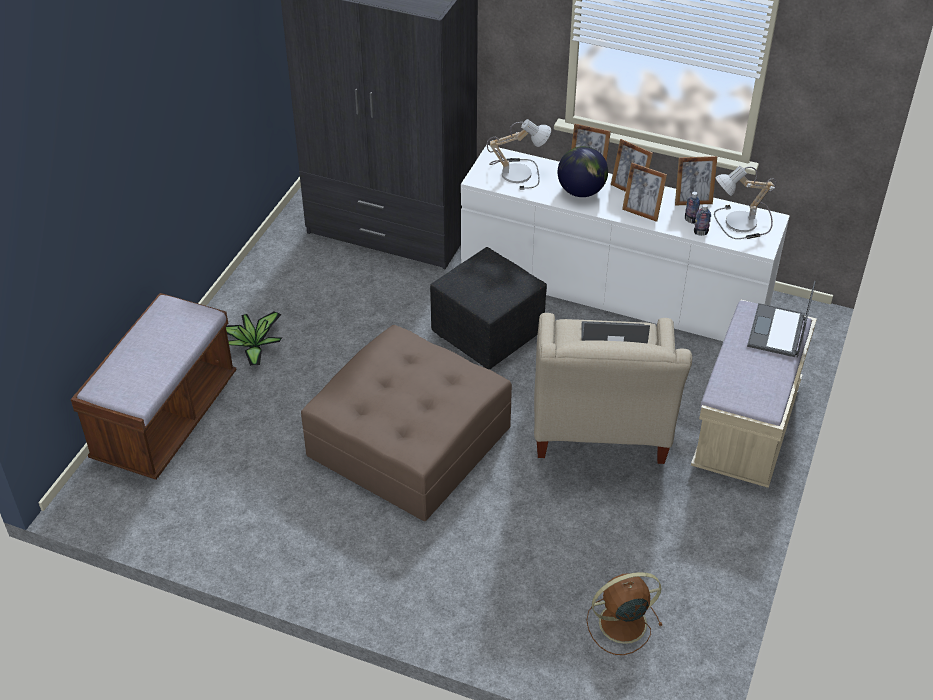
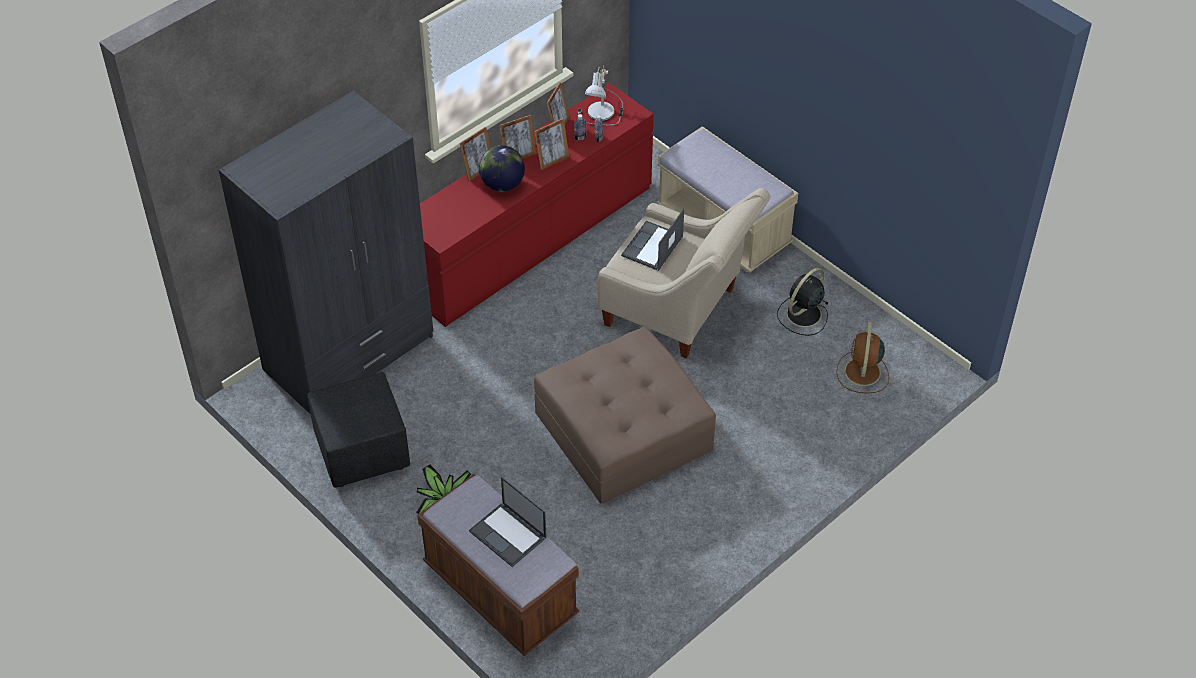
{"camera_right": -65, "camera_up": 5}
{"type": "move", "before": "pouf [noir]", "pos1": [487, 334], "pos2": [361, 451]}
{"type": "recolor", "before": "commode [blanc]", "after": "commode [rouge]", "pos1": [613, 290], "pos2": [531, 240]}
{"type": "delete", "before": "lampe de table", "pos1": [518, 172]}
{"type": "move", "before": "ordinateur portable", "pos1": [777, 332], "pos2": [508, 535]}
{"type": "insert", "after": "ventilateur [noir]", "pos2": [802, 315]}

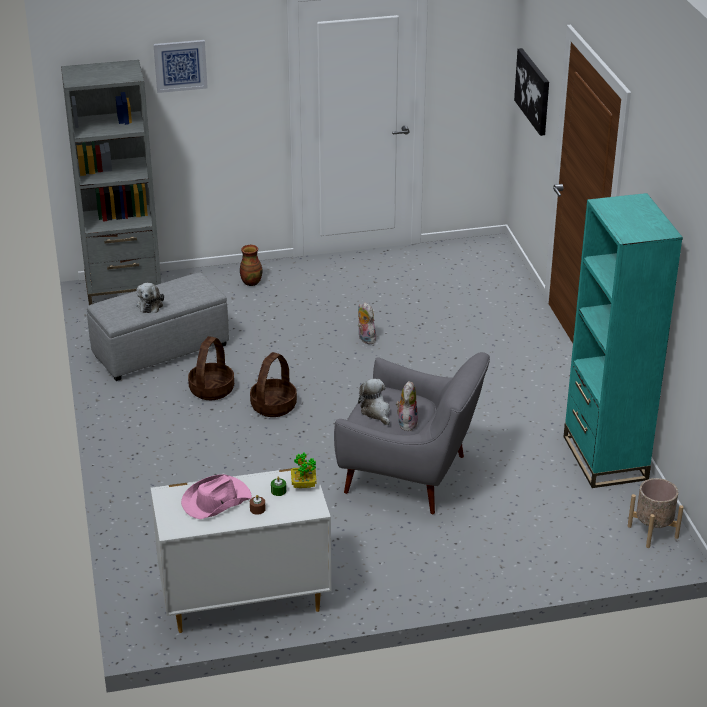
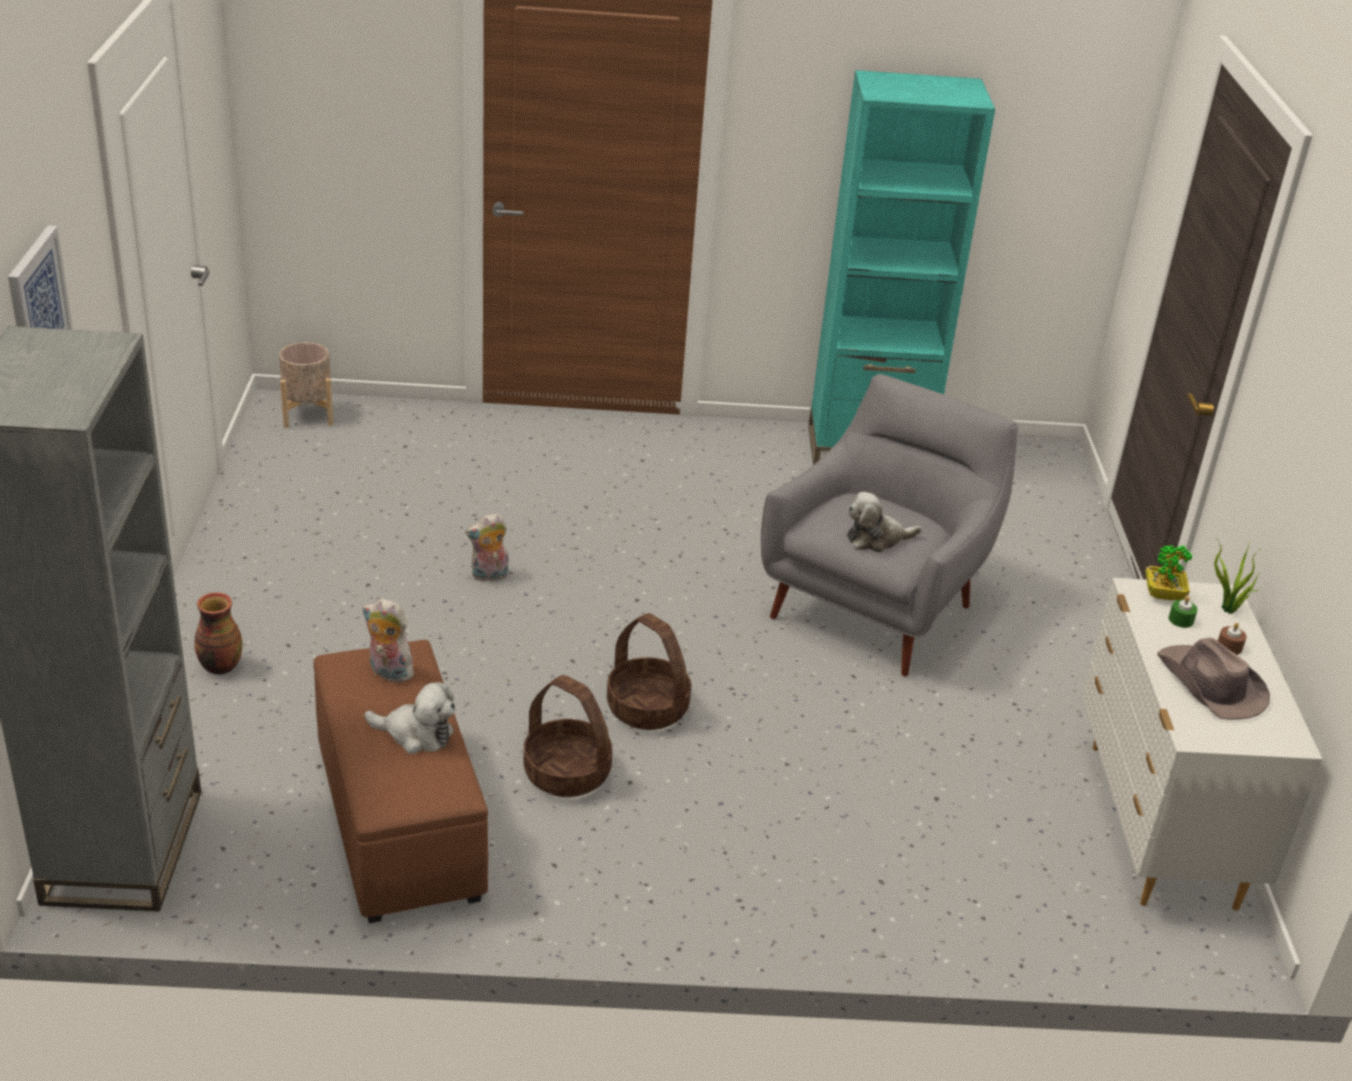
{"camera_right": -80, "camera_up": 0}
{"type": "recolor", "before": "pouf [gris]", "after": "pouf [marron]", "pos1": [161, 350], "pos2": [398, 820]}
{"type": "recolor", "before": "chapeau [rose]", "after": "chapeau [marron]", "pos1": [215, 500], "pos2": [1210, 685]}
{"type": "move", "before": "peluche", "pos1": [406, 423], "pos2": [388, 672]}
{"type": "delete", "before": "tableau", "pos1": [533, 91]}
{"type": "move", "before": "cache-pot [beige]", "pos1": [652, 532], "pos2": [308, 415]}
{"type": "insert", "after": "plante en pot", "pos2": [1228, 610]}

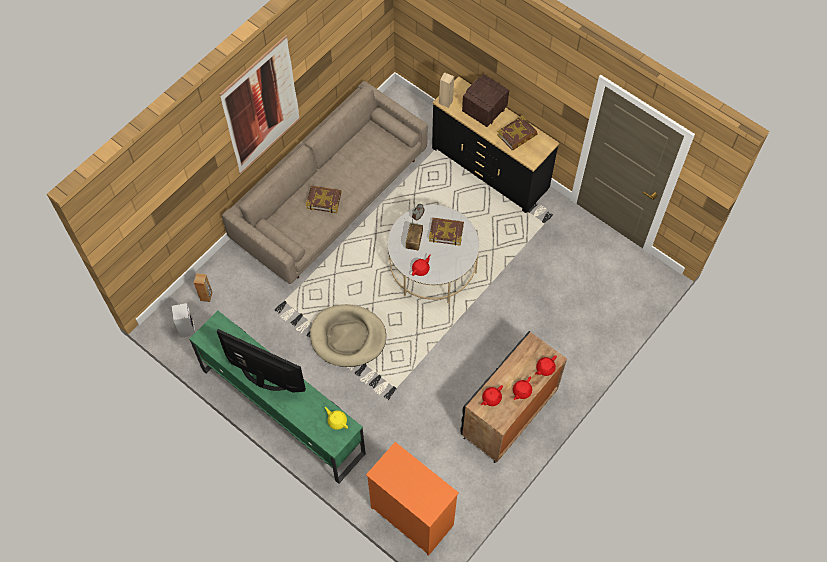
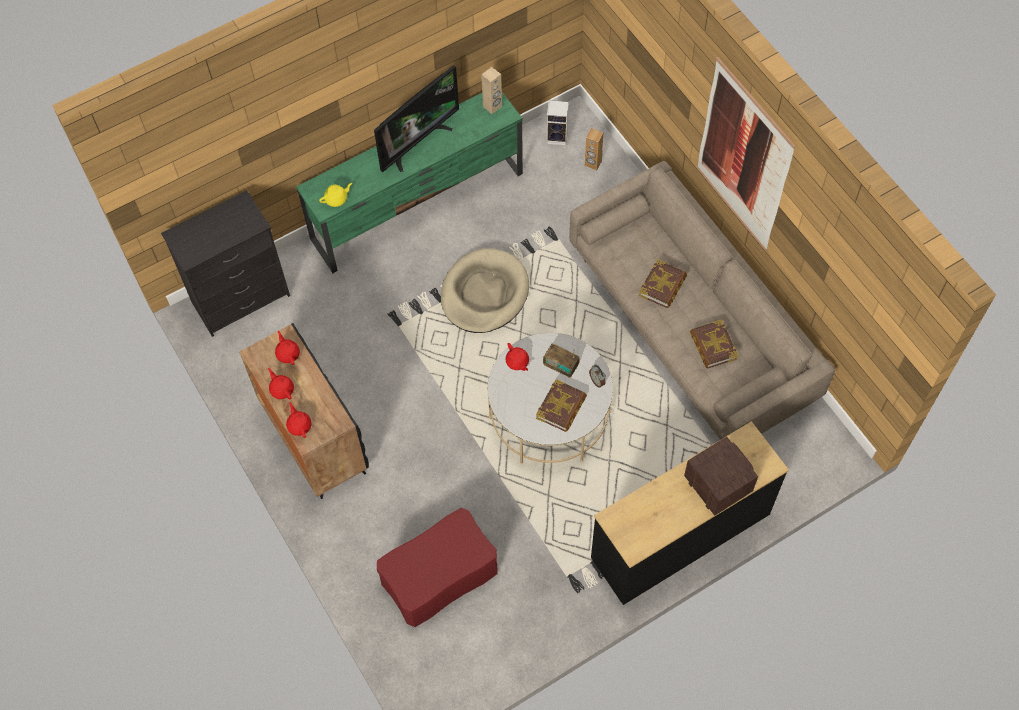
{"camera_right": 110, "camera_up": 0}
{"type": "recolor", "before": "commode [orange]", "after": "commode [noir]", "pos1": [412, 515], "pos2": [242, 299]}
{"type": "move", "before": "enceinte [beige]", "pos1": [446, 102], "pos2": [492, 106]}
{"type": "move", "before": "livre", "pos1": [517, 135], "pos2": [713, 346]}
{"type": "insert", "after": "pouf [rouge]", "pos2": [439, 575]}

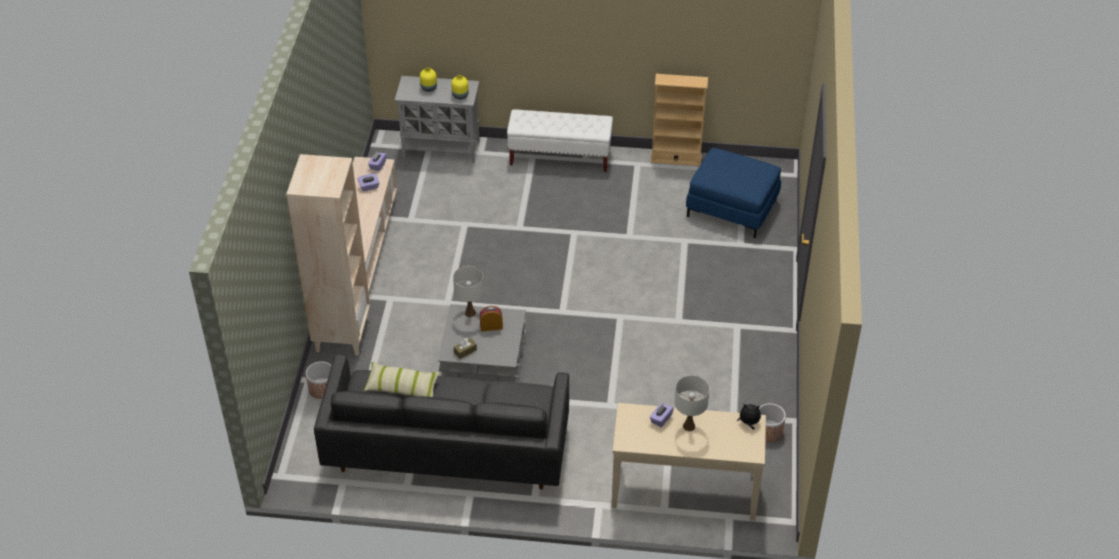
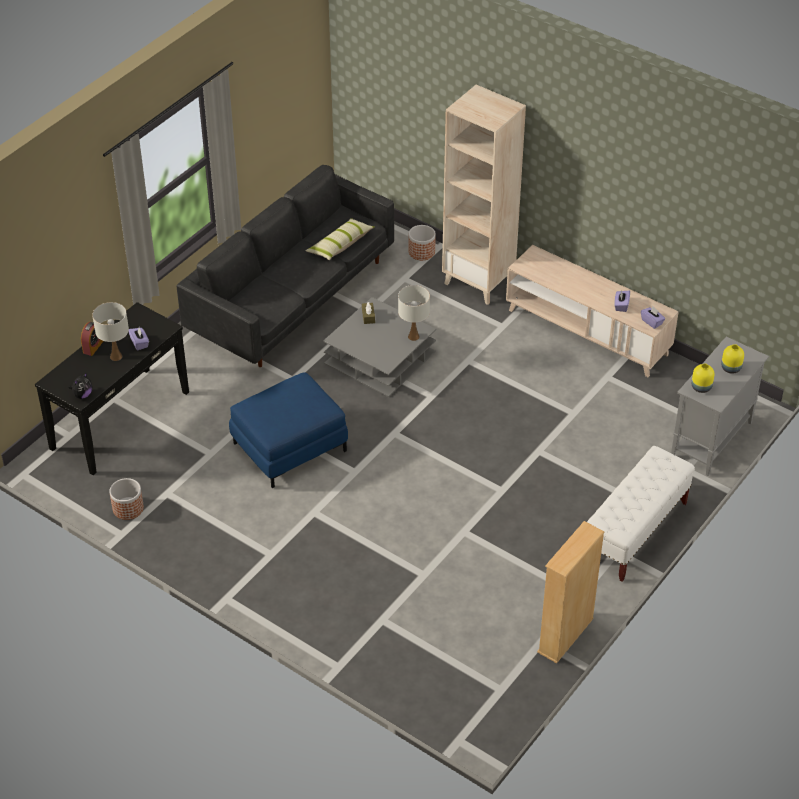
{"camera_right": 120, "camera_up": 0}
{"type": "move", "before": "réveil", "pos1": [491, 327], "pos2": [93, 347]}
{"type": "recolor", "before": "table console [beige]", "after": "table console [noir]", "pos1": [684, 491], "pos2": [119, 420]}
{"type": "move", "before": "pouf [bleu]", "pos1": [731, 208], "pos2": [289, 447]}

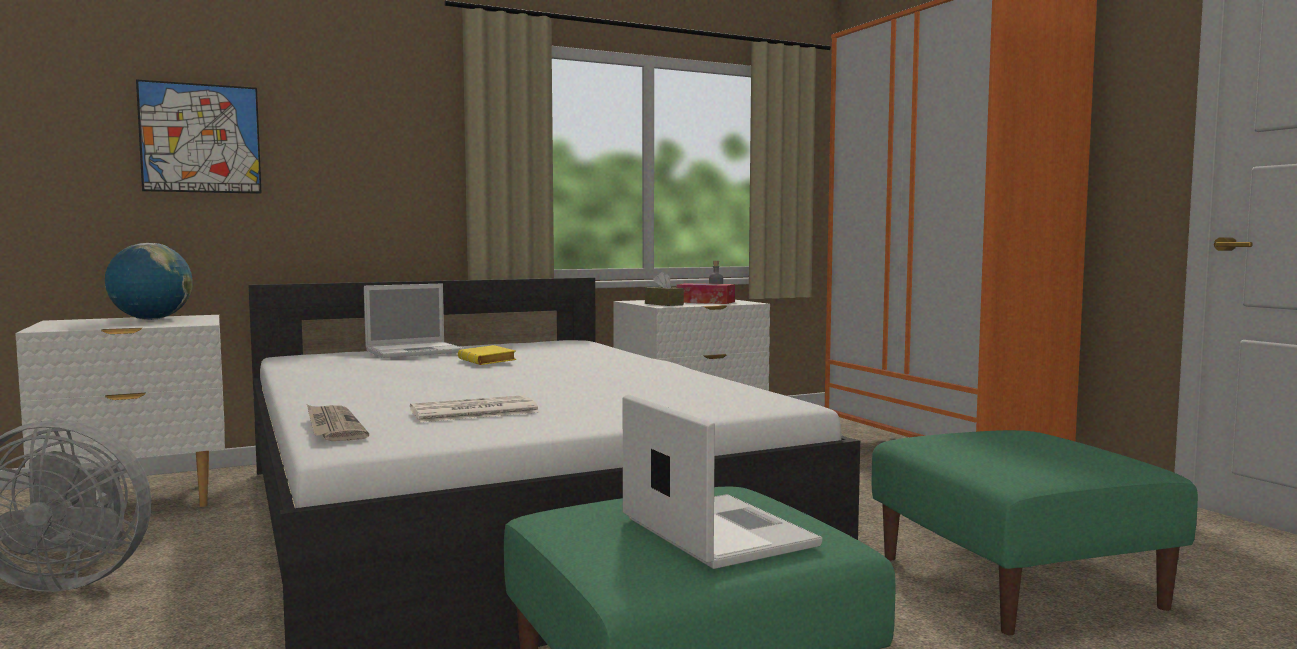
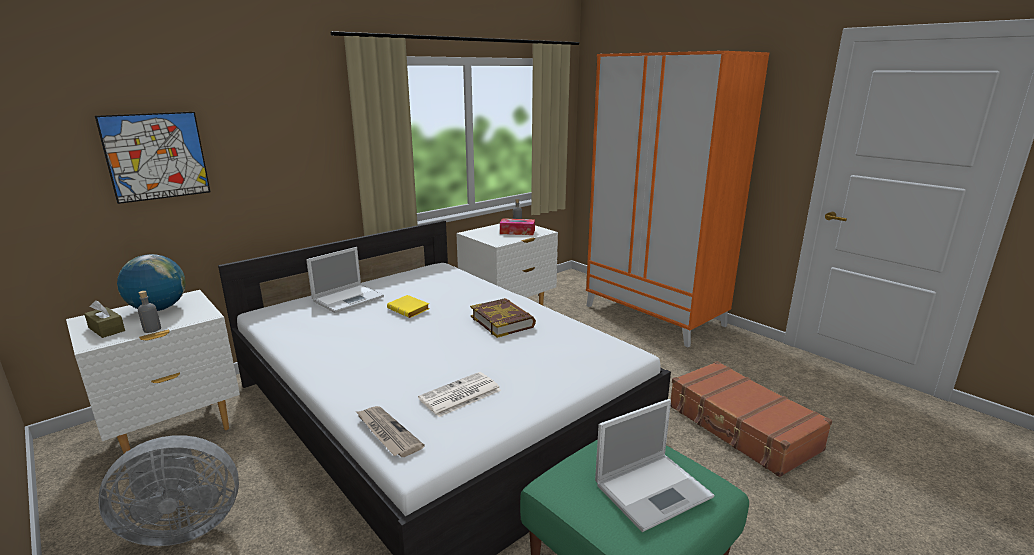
{"camera_right": -15, "camera_up": 15}
{"type": "rotate", "before": "ordinateur portable", "pos1": [714, 531], "pos2": [654, 489], "turn": 105}
{"type": "move", "before": "boîte à mouchoirs [marron]", "pos1": [664, 304], "pos2": [106, 329]}
{"type": "replace", "before": "pouf [vert]", "after": "valise [marron]", "pos1": [1019, 582], "pos2": [741, 428]}
{"type": "insert", "after": "bouteille [gris]", "pos2": [152, 329]}
{"type": "insert", "after": "livre", "pos2": [502, 322]}

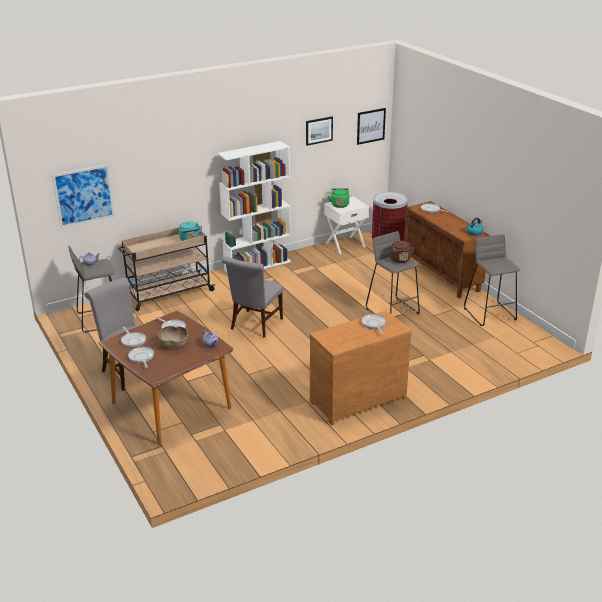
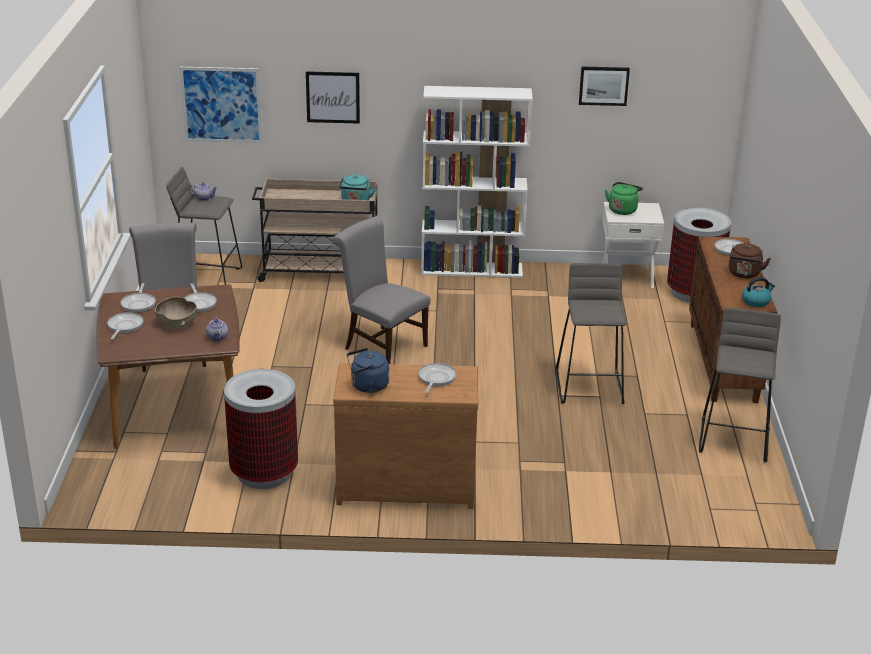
{"camera_right": 30, "camera_up": 0}
{"type": "rotate", "before": "chaise [gris]", "pos1": [255, 325], "pos2": [381, 346], "turn": 75}
{"type": "move", "before": "tableau", "pos1": [371, 126], "pos2": [333, 97]}
{"type": "move", "before": "bouilloire [marron]", "pos1": [401, 260], "pos2": [744, 274]}
{"type": "insert", "after": "poubelle", "pos2": [264, 473]}
{"type": "insert", "after": "bouilloire [bleu]", "pos2": [367, 386]}

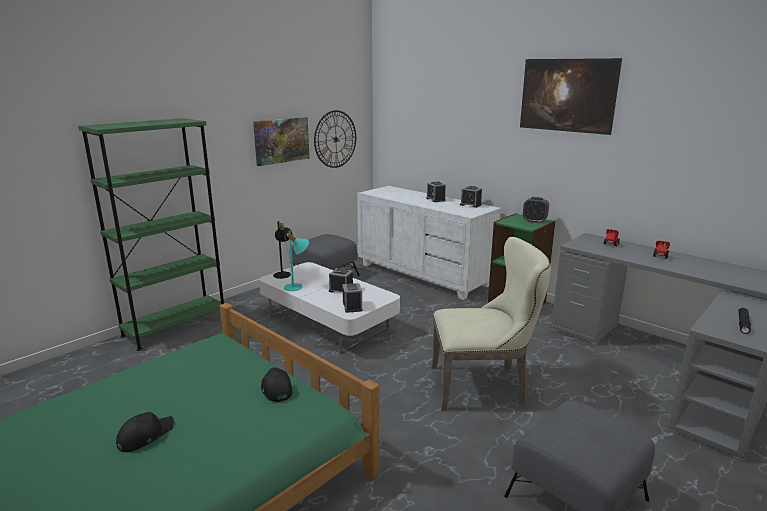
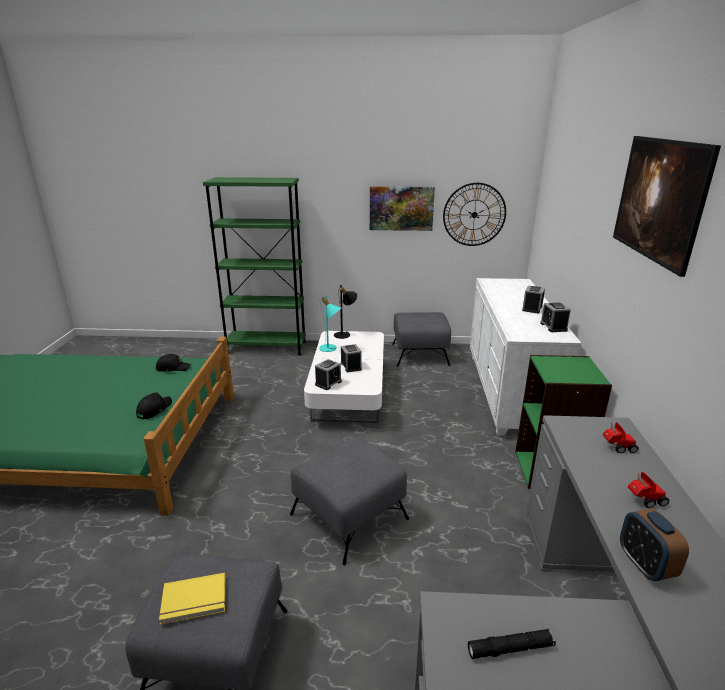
{"camera_right": 50, "camera_up": 5}
{"type": "move", "before": "casquette [noir]", "pos1": [145, 436], "pos2": [173, 368]}
{"type": "replace", "before": "chaise [beige]", "after": "pouf [gris]", "pos1": [483, 385], "pos2": [348, 516]}
{"type": "move", "before": "réveil", "pos1": [534, 221], "pos2": [645, 565]}
{"type": "insert", "after": "livre [jaune]", "pos2": [194, 601]}

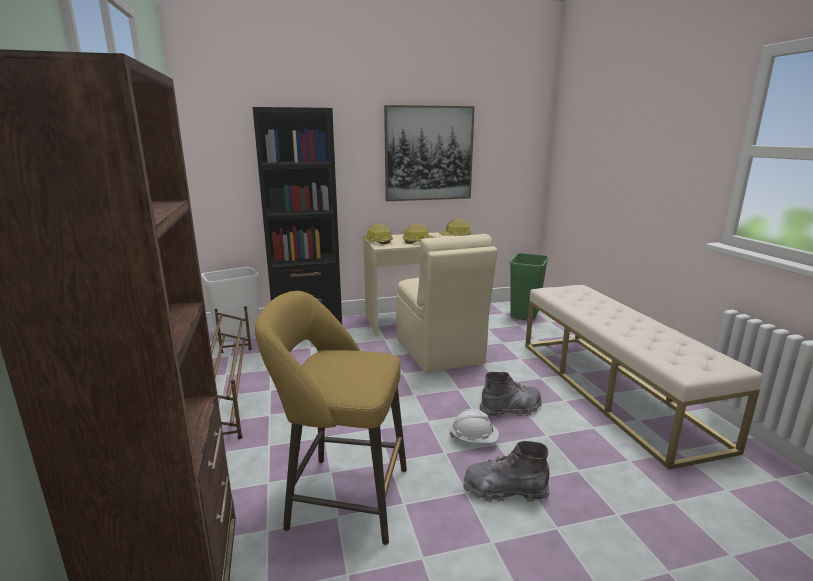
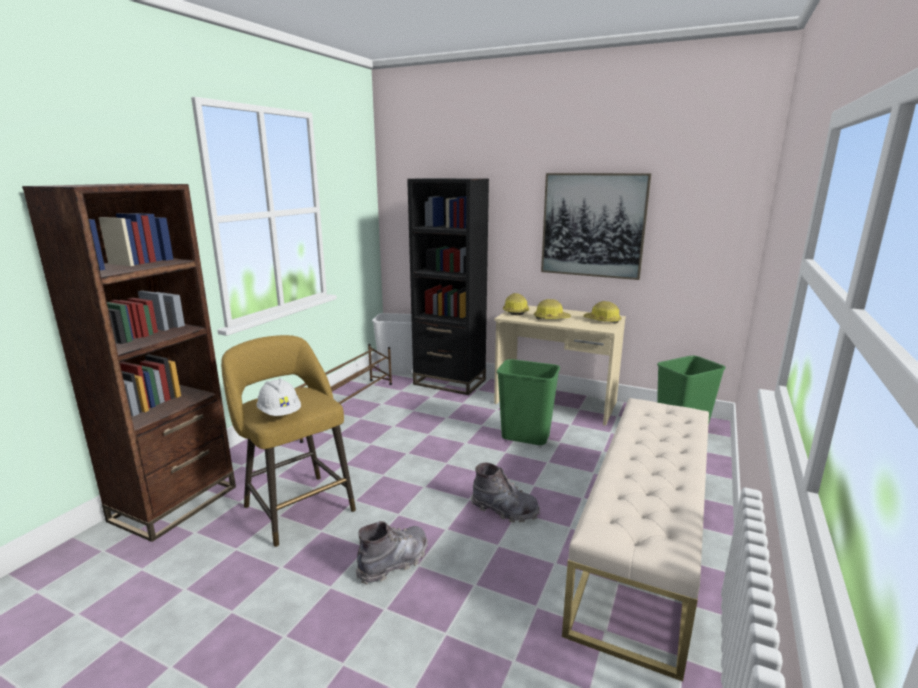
{"camera_right": 40, "camera_up": 0}
{"type": "replace", "before": "chaise [beige]", "after": "poubelle [vert]", "pos1": [439, 352], "pos2": [525, 437]}
{"type": "move", "before": "casque de chantier [blanc]", "pos1": [474, 440], "pos2": [280, 413]}
{"type": "rotate", "before": "botte [gris]", "pos1": [504, 490], "pos2": [394, 562], "turn": 90}

